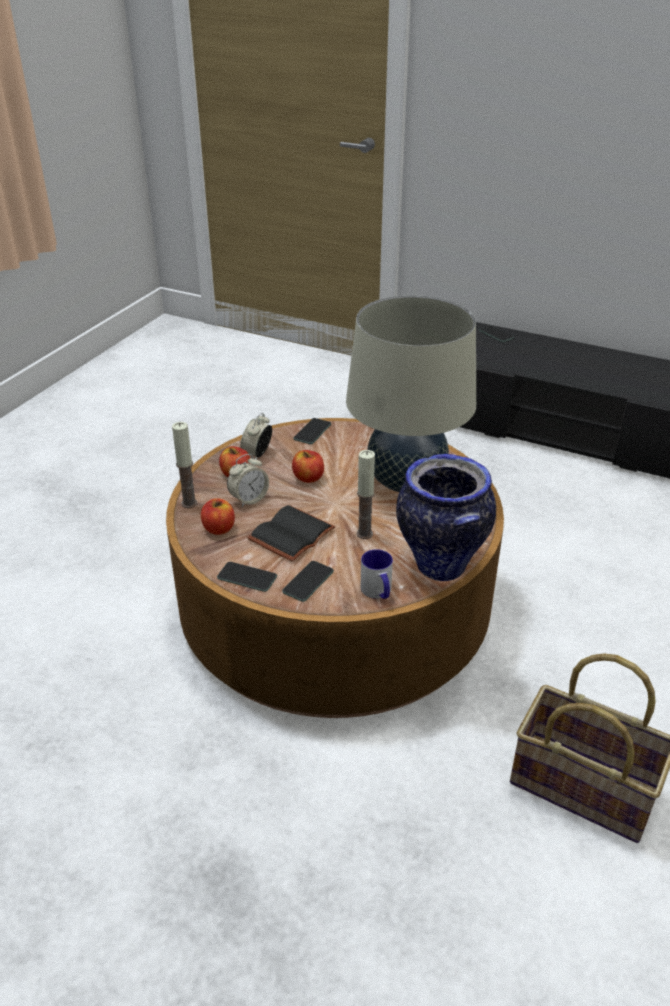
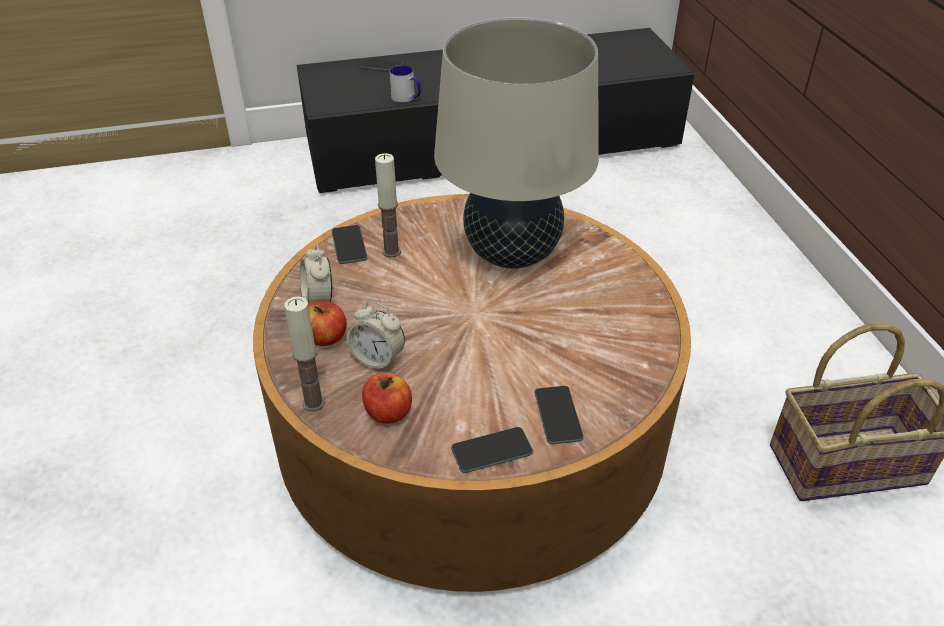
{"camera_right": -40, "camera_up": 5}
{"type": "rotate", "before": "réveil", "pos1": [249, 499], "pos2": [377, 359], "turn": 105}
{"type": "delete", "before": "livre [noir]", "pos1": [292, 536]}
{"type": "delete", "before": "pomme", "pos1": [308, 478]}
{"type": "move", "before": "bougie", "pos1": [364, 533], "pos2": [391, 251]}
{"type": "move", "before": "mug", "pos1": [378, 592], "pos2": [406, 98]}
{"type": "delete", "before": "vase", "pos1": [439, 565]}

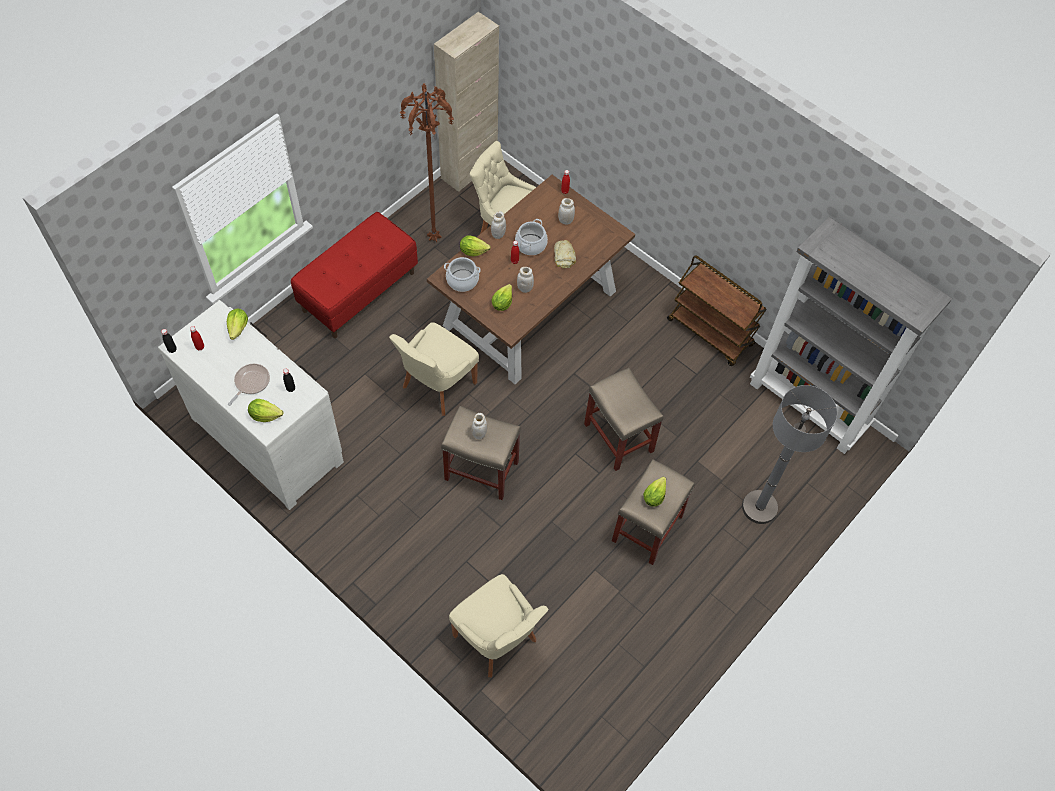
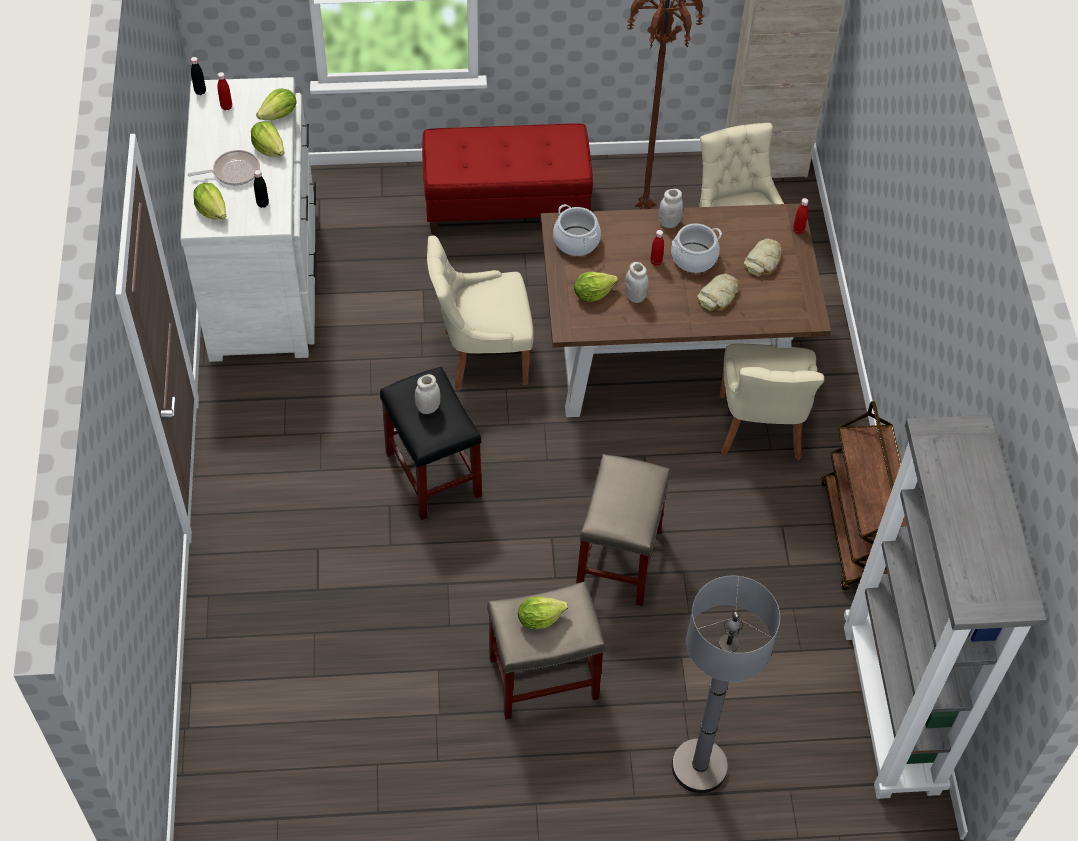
{"camera_right": 45, "camera_up": -5}
{"type": "recolor", "before": "tabouret [beige]", "after": "tabouret [noir]", "pos1": [480, 470], "pos2": [432, 473]}
{"type": "move", "before": "chaise [beige]", "pos1": [497, 640], "pos2": [760, 430]}
{"type": "move", "before": "laitue", "pos1": [473, 251], "pos2": [269, 148]}
{"type": "replace", "before": "bocal [blanc]", "after": "pain", "pos1": [565, 221], "pos2": [763, 261]}

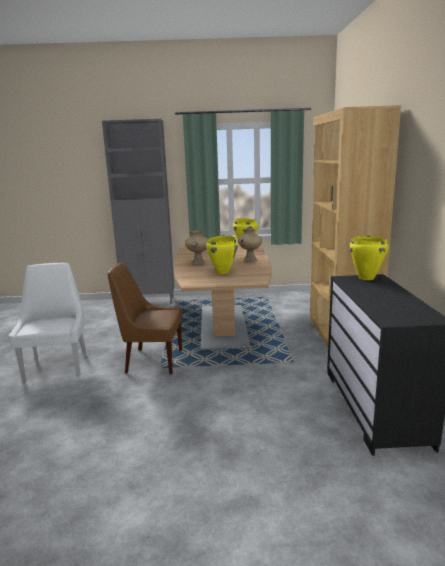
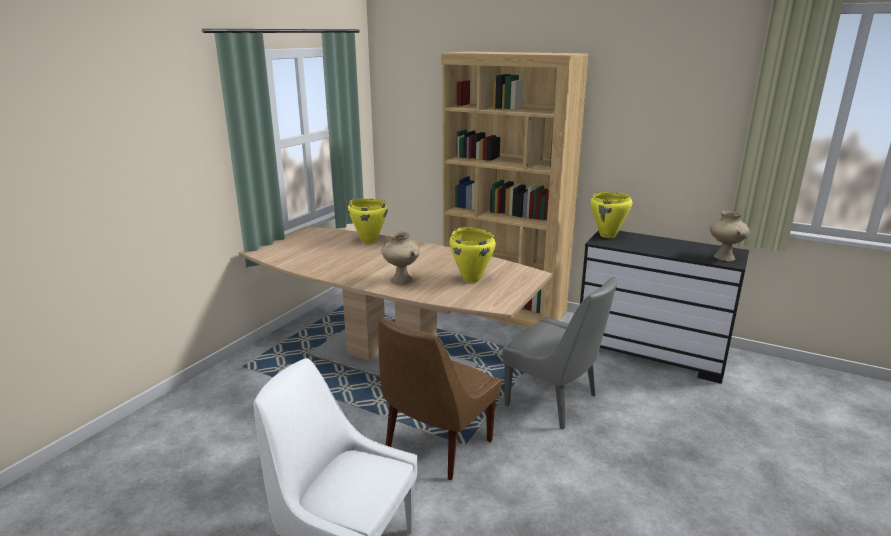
{"camera_right": -60, "camera_up": 5}
{"type": "delete", "before": "meuble de rangement [gris]", "pos1": [150, 301]}
{"type": "move", "before": "vase [beige]", "pos1": [250, 260], "pos2": [723, 257]}
{"type": "insert", "after": "chaise [gris]", "pos2": [554, 401]}

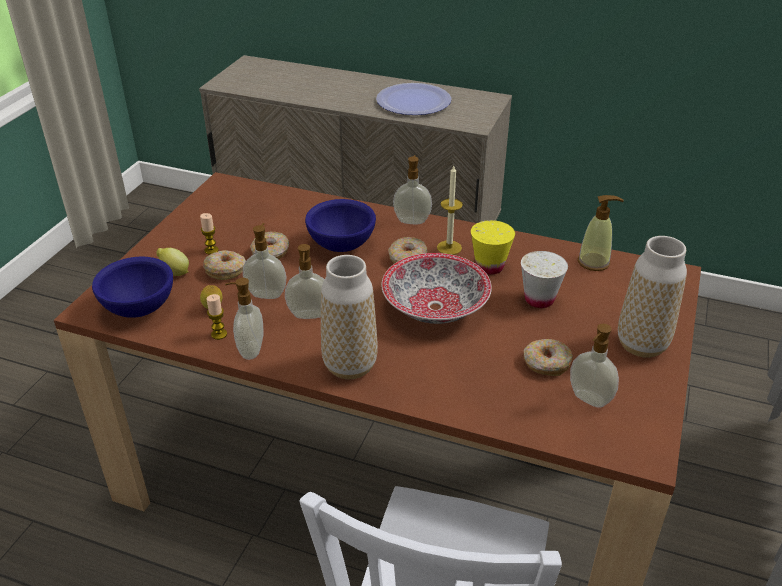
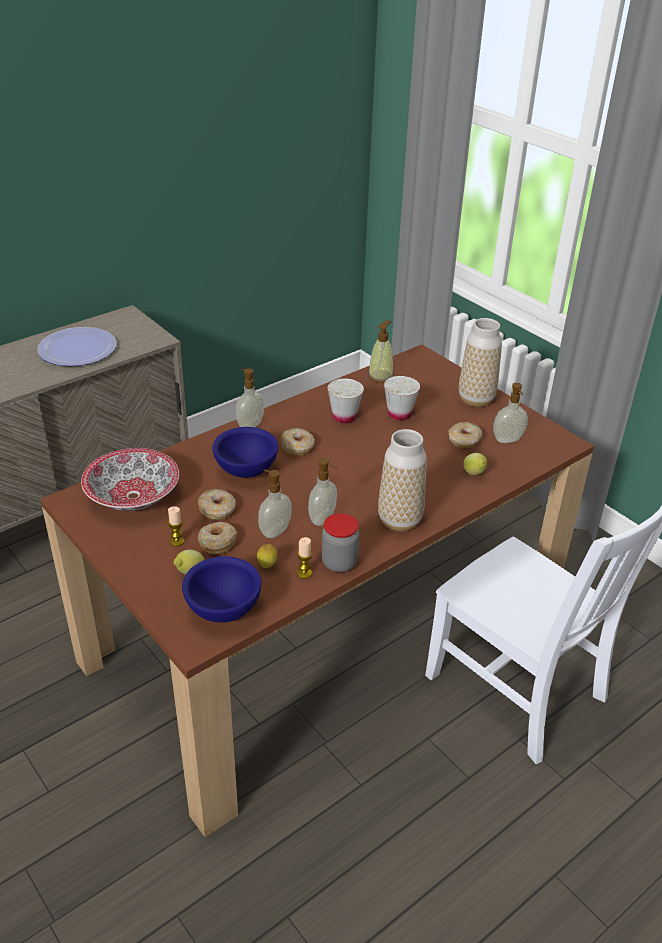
{"camera_right": -60, "camera_up": 0}
{"type": "replace", "before": "distributeur de savon", "after": "bocal", "pos1": [250, 350], "pos2": [339, 563]}
{"type": "move", "before": "bol", "pos1": [434, 307], "pos2": [133, 497]}
{"type": "delete", "before": "bougie", "pos1": [449, 247]}
{"type": "recolor", "before": "tasse [jaune]", "after": "tasse [blanc]", "pos1": [489, 267], "pos2": [344, 417]}
{"type": "insert", "after": "citron", "pos2": [474, 474]}

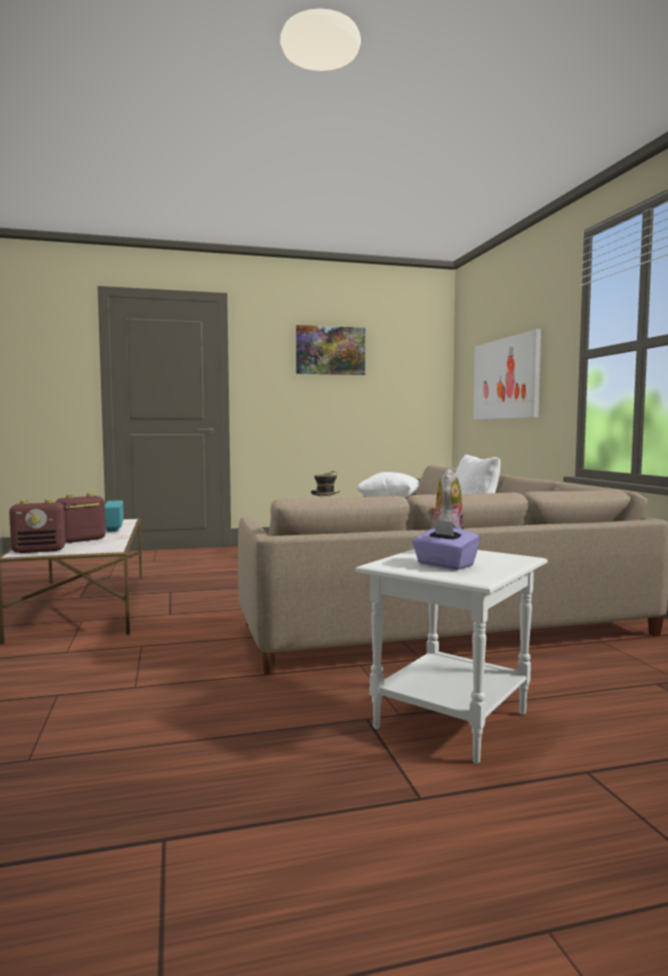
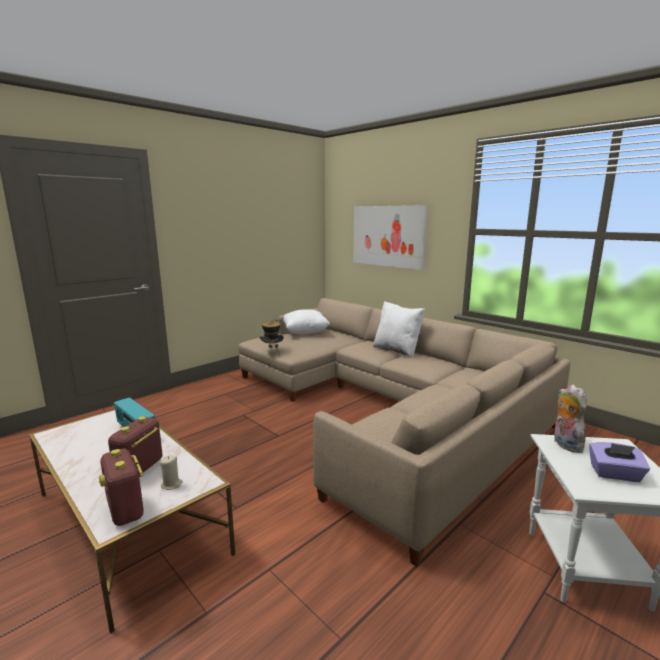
{"camera_right": -30, "camera_up": 10}
{"type": "rotate", "before": "radio", "pos1": [39, 550], "pos2": [126, 509], "turn": 105}
{"type": "delete", "before": "tableau", "pos1": [330, 350]}
{"type": "insert", "after": "bougie [beige]", "pos2": [171, 484]}

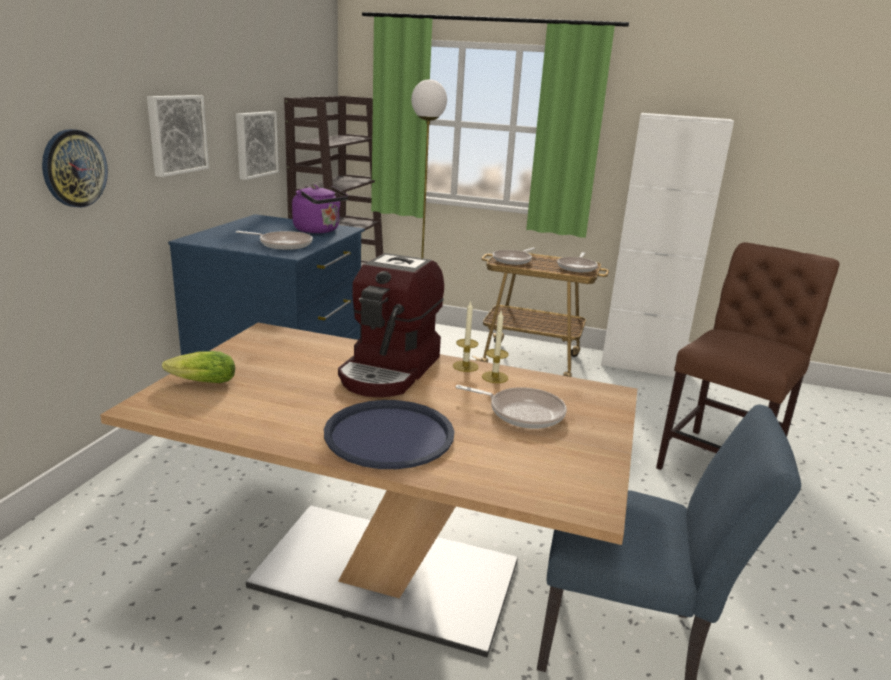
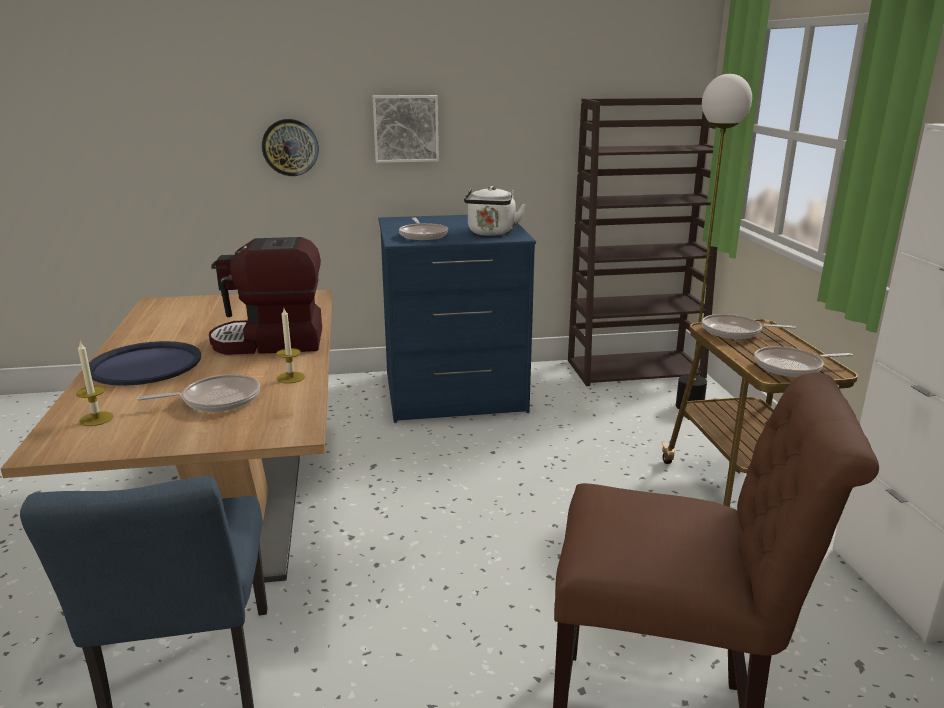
{"camera_right": 65, "camera_up": 0}
{"type": "delete", "before": "laitue", "pos1": [199, 382]}
{"type": "delete", "before": "tableau", "pos1": [255, 144]}
{"type": "recolor", "before": "bouilloire [violet]", "after": "bouilloire [blanc]", "pos1": [319, 230], "pos2": [491, 233]}
{"type": "move", "before": "bougie", "pos1": [465, 366], "pos2": [96, 419]}
{"type": "rotate", "before": "poêle", "pos1": [522, 412], "pos2": [216, 400], "turn": -105}

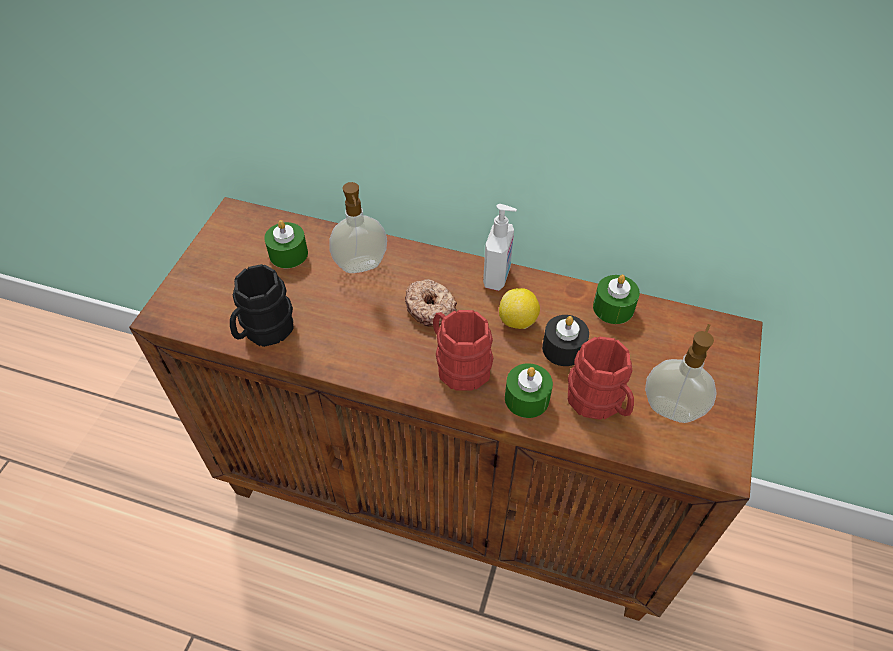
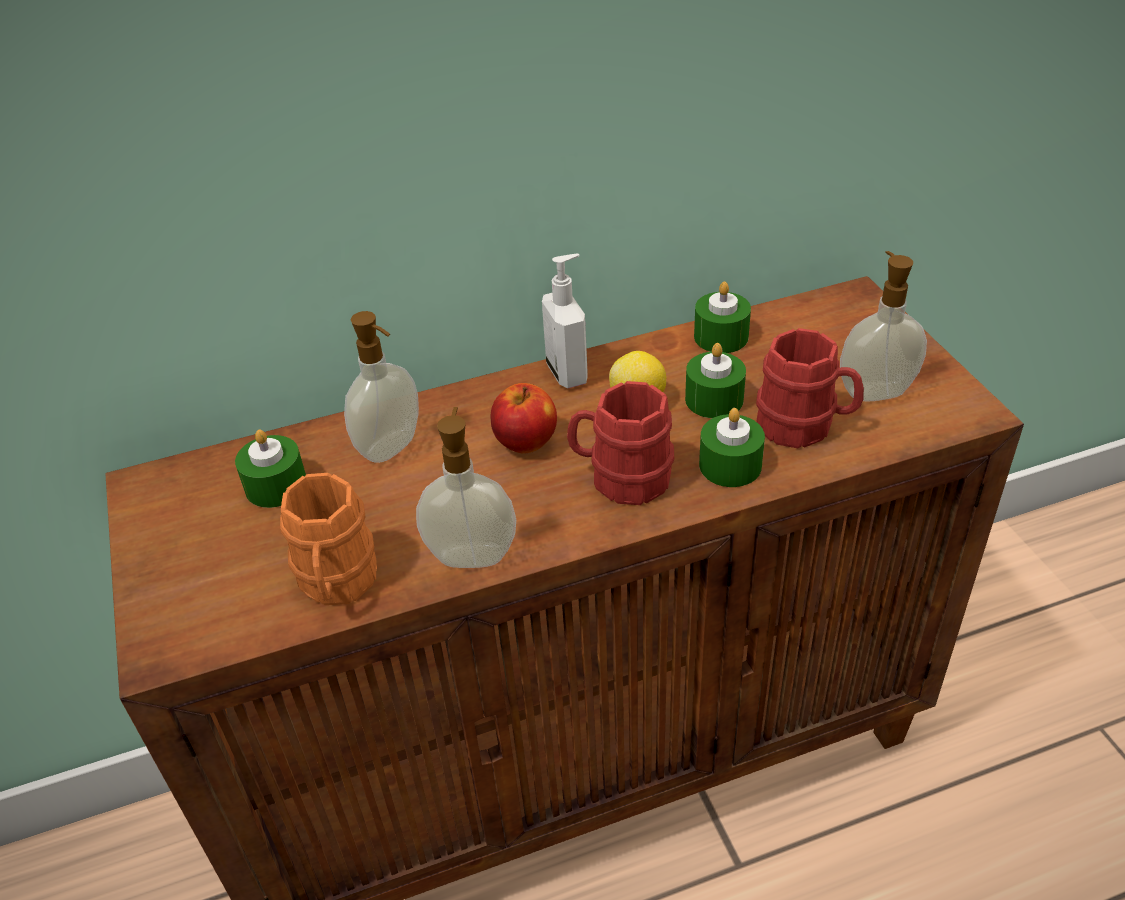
{"camera_right": -35, "camera_up": -10}
{"type": "recolor", "before": "mug [noir]", "after": "mug [orange]", "pos1": [264, 331], "pos2": [337, 584]}
{"type": "replace", "before": "beignet", "after": "pomme", "pos1": [430, 308], "pos2": [525, 442]}
{"type": "recolor", "before": "bougie [noir]", "after": "bougie [vert]", "pos1": [563, 348], "pos2": [714, 399]}
{"type": "insert", "after": "distributeur de savon", "pos2": [472, 554]}

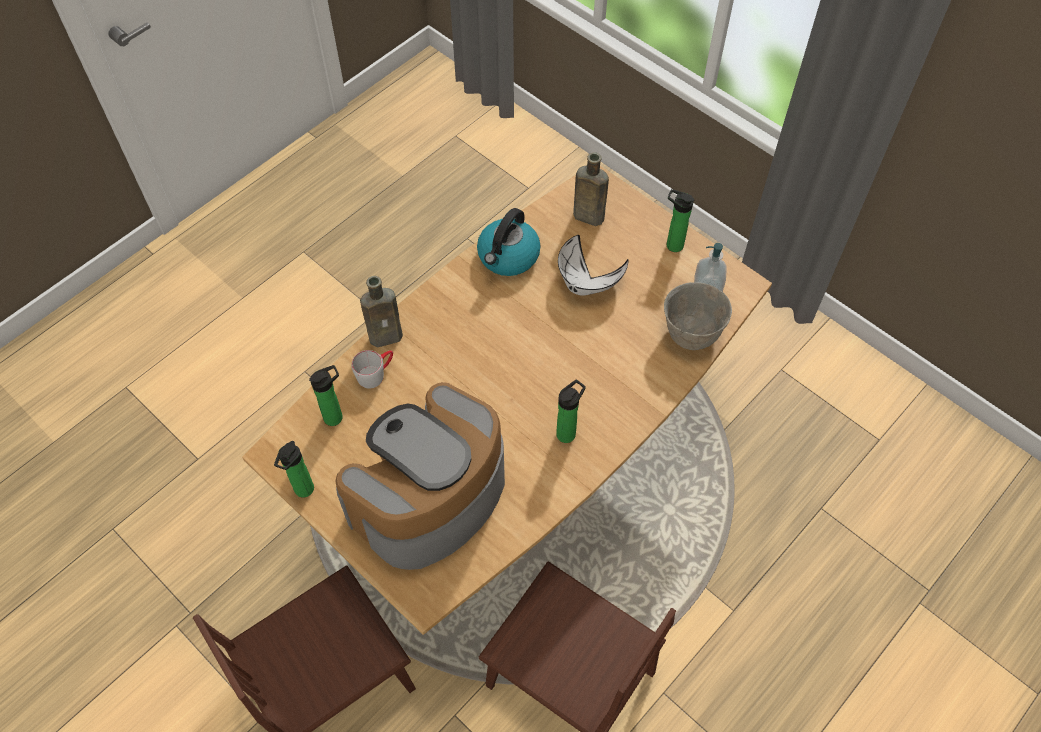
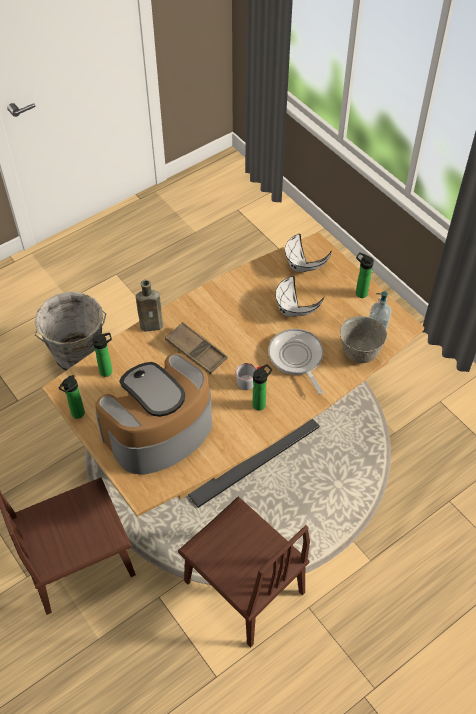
{"camera_right": 10, "camera_up": -5}
{"type": "move", "before": "mug [gris]", "pos1": [376, 373], "pos2": [250, 380]}
{"type": "delete", "before": "bouilloire", "pos1": [508, 257]}
{"type": "replace", "before": "bouteille [marron]", "after": "bol [blanc]", "pos1": [586, 216], "pos2": [304, 266]}
{"type": "insert", "after": "seau [gris]", "pos2": [78, 357]}
{"type": "insert", "after": "plateau [marron]", "pos2": [196, 351]}
{"type": "insert", "after": "poêle", "pos2": [297, 358]}

